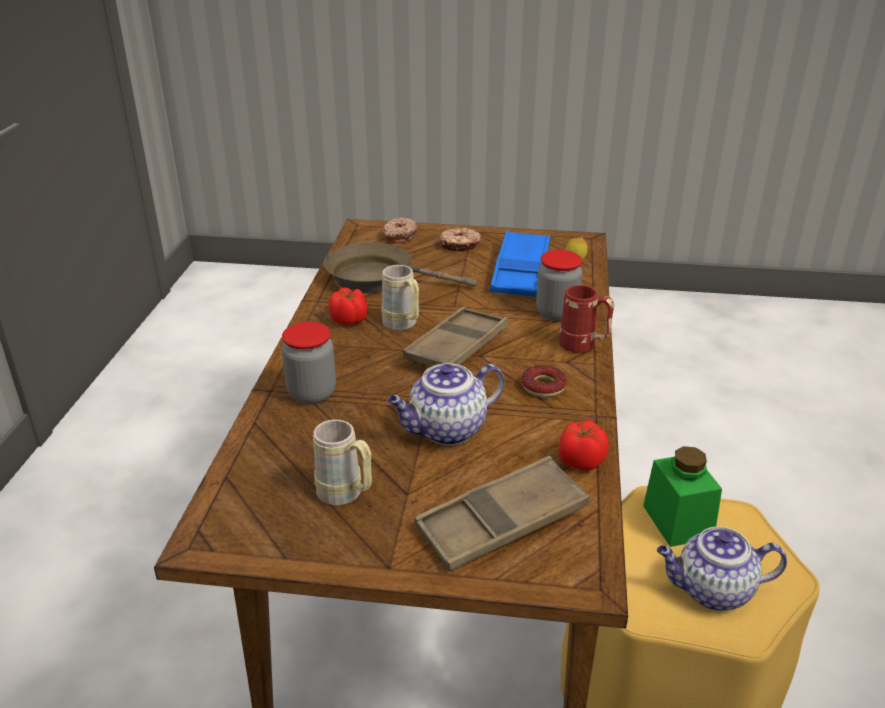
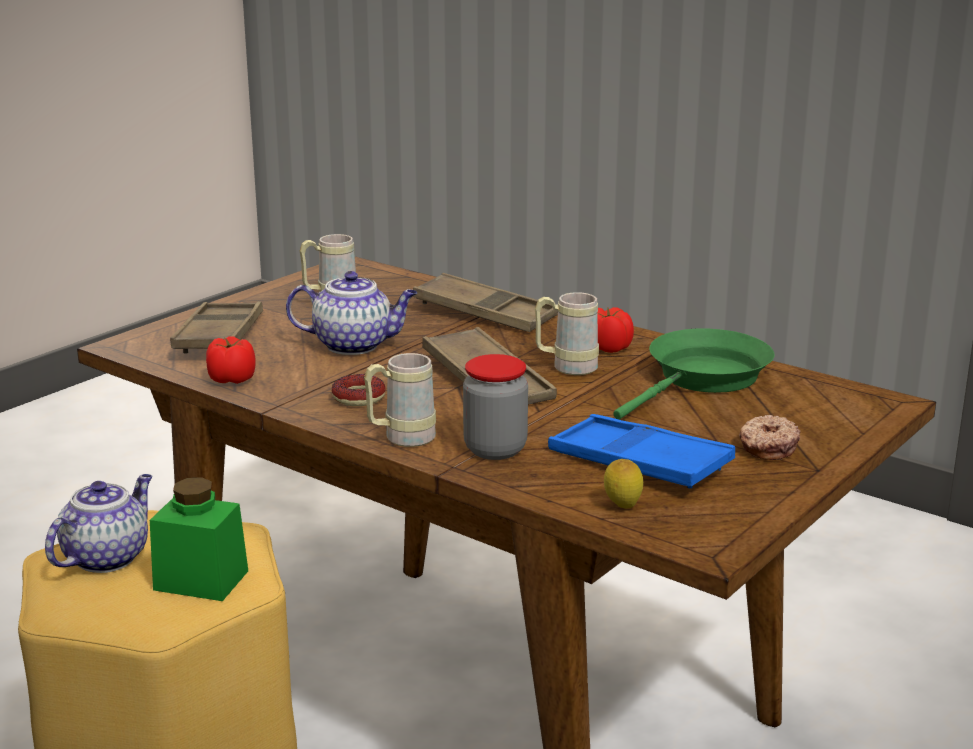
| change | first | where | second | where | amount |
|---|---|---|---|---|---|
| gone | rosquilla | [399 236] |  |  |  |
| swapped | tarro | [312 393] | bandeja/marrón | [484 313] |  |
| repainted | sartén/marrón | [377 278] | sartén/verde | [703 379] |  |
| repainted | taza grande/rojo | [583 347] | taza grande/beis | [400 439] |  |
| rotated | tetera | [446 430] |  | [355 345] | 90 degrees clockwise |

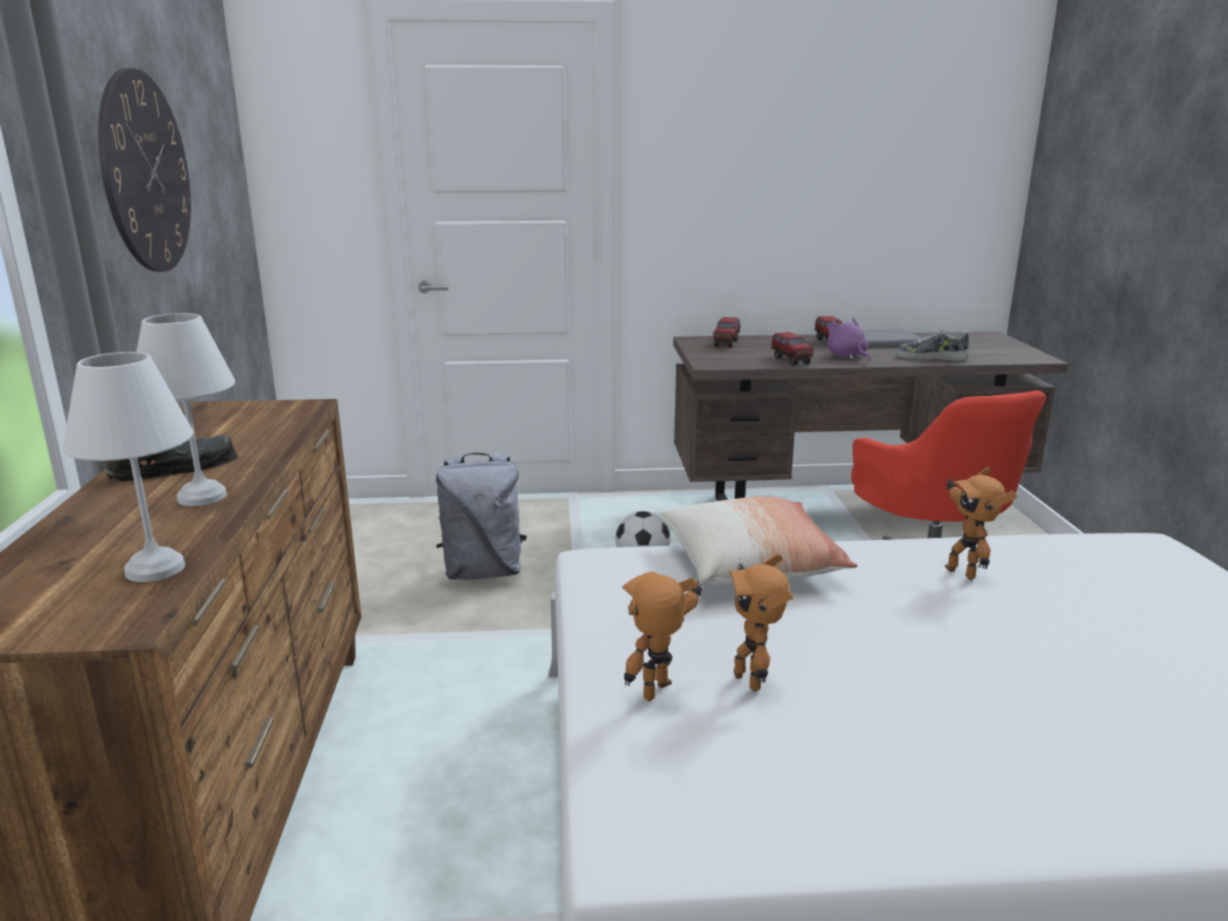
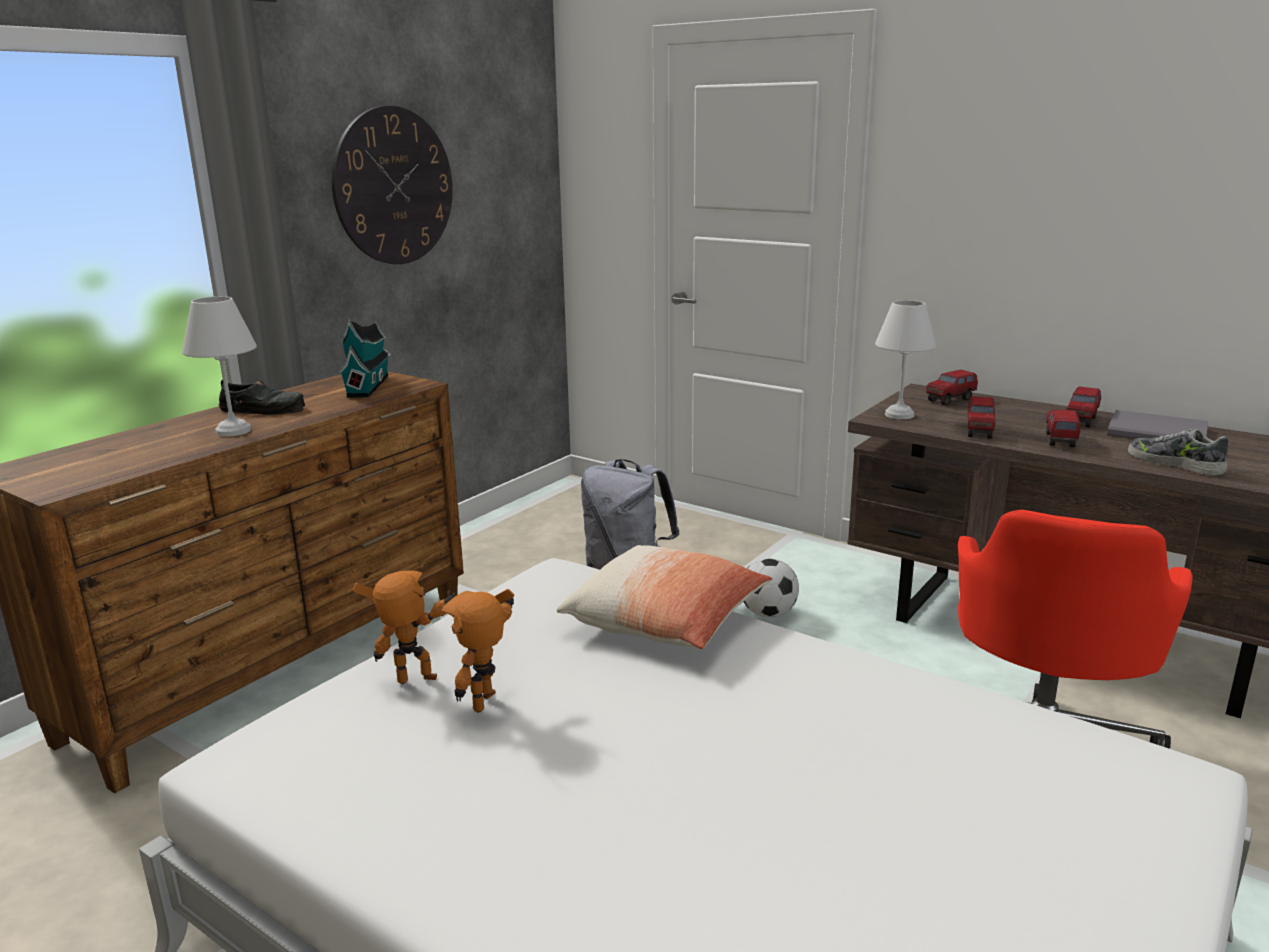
| change | first | where | second | where | amount |
|---|---|---|---|---|---|
| gone | robot de juguete | [963 572] |  |  |  |
| new |  |  | casita | [369 385] |  |
| shifted | lámpara de mesa/blanco | [152 569] |  | [898 414] |  |
| swapped | peluche/morado | [847 357] | camión de juguete | [1059 441] |  |

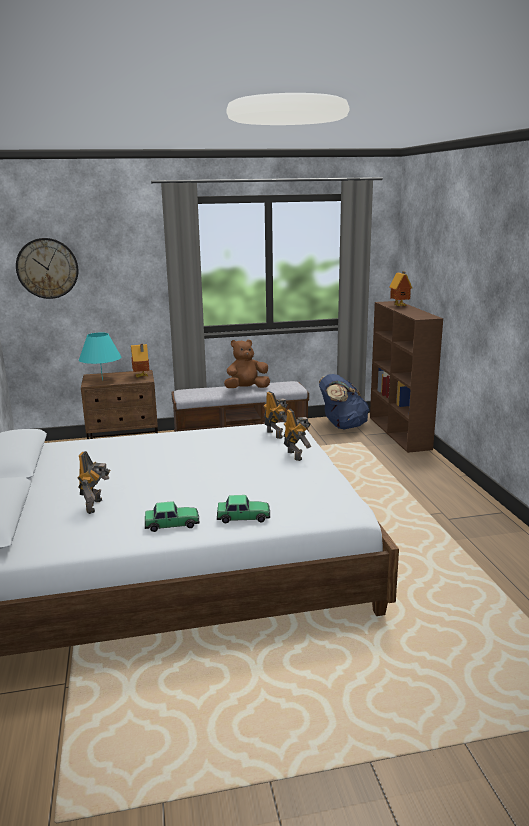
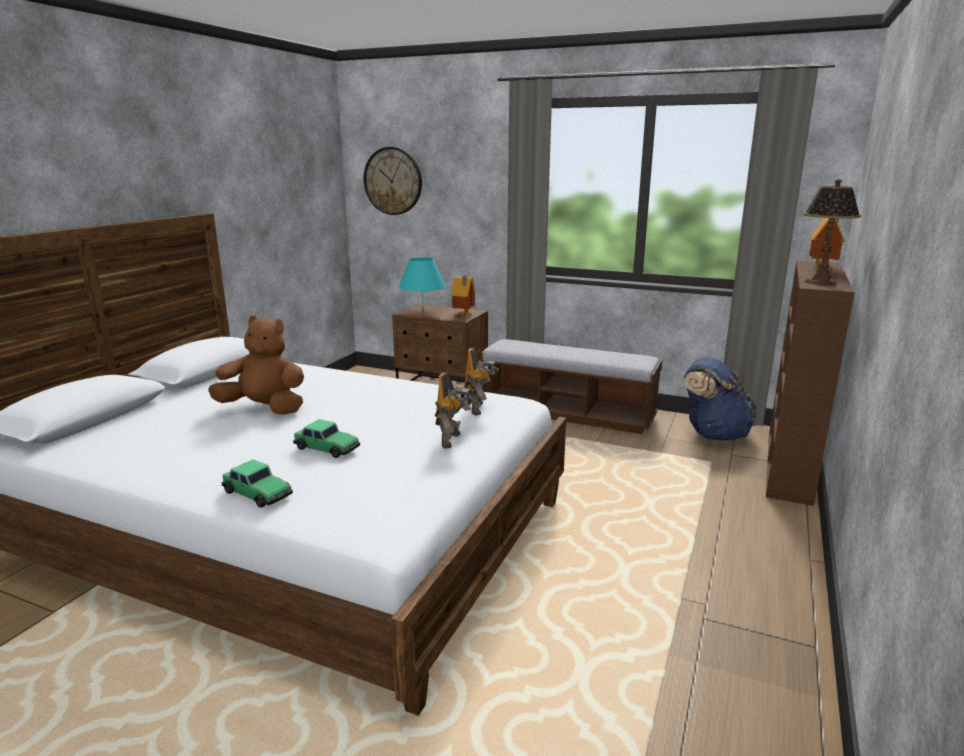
| change | first | where | second | where | amount |
|---|---|---|---|---|---|
| gone | robot de juguete | [96 506] |  |  |  |
| new |  |  | lámpara de mesa | [820 282] |  |
| shifted | coche de juguete | [172 524] |  | [327 448] |  |
| shifted | peluche/marrón | [246 389] |  | [264 409] |  |

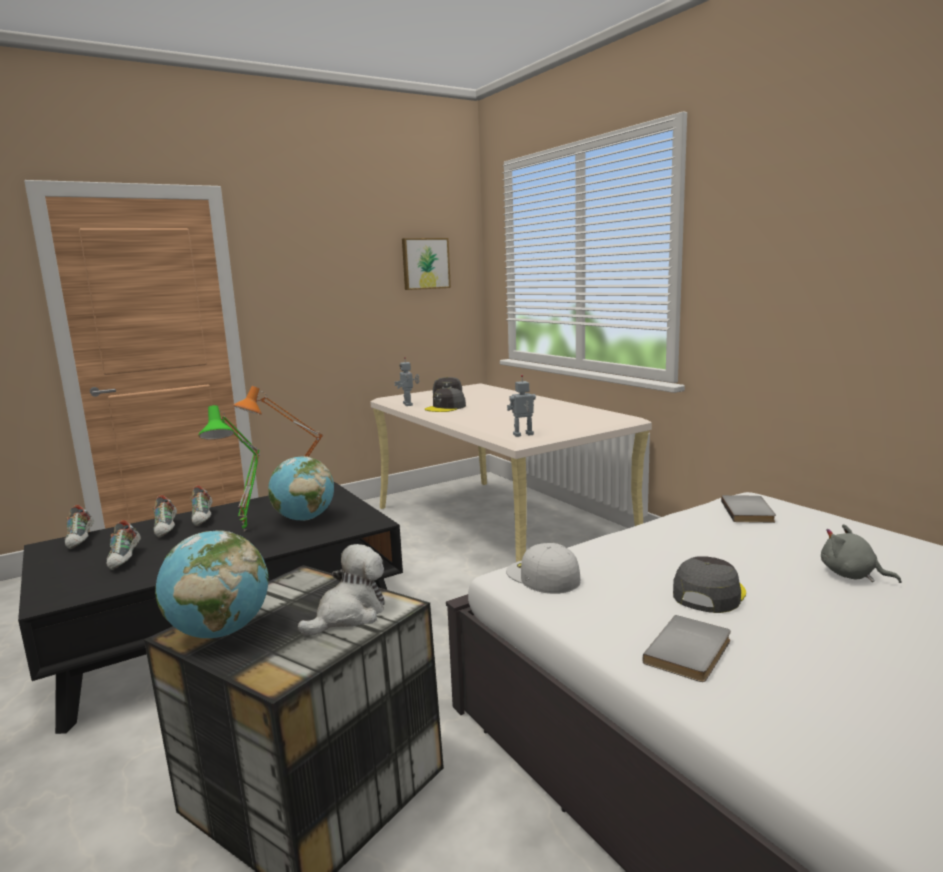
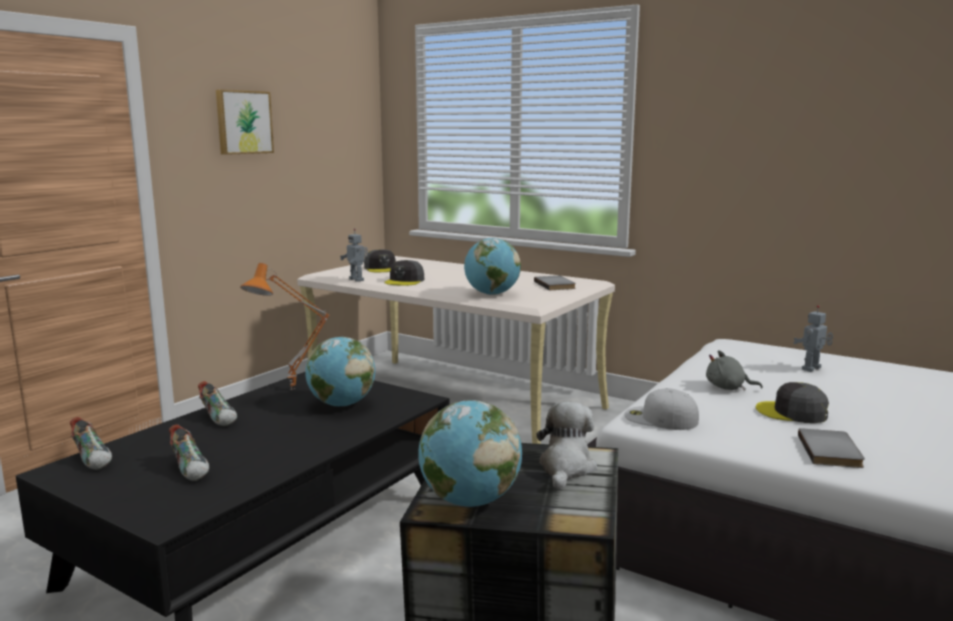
| change | first | where | second | where | amount |
|---|---|---|---|---|---|
| gone | zapato | [167 529] |  |  |  |
| gone | lámpara de mesa/verde | [247 531] |  |  |  |
| new |  |  | globo terráqueo | [491 294] |  |
| shifted | cuadro | [425 263] |  | [243 122] |  |
| shifted | robot de juguete | [523 435] |  | [812 369] |  |
| shifted | libro/gris | [749 511] |  | [556 285] |  |
| shifted | peluche/gris | [851 575] |  | [728 388] |  |
| rotated | gorra/gris | [708 593] |  | [792 413] | 75 degrees counterclockwise |

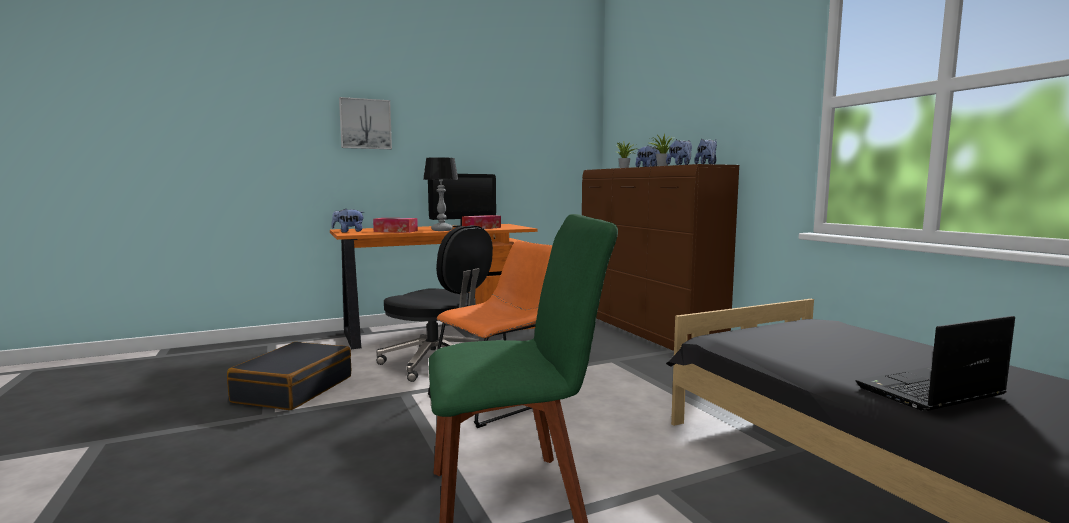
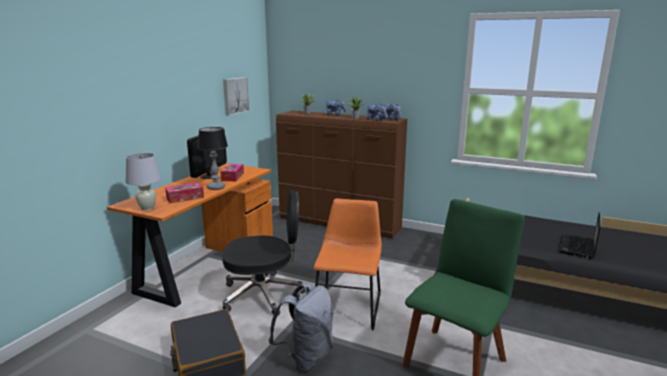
| change | first | where | second | where | amount |
|---|---|---|---|---|---|
| new |  |  | mochila/gris | [306 357] |  |
| shifted | cuadro | [365 124] |  | [235 95] |  |
| swapped | peluche | [348 232] | lámpara de mesa/blanco | [147 208] |  |

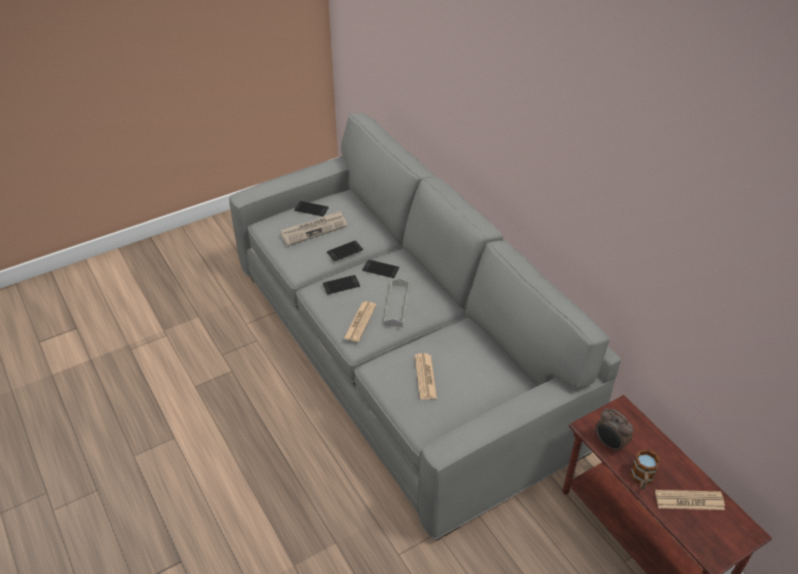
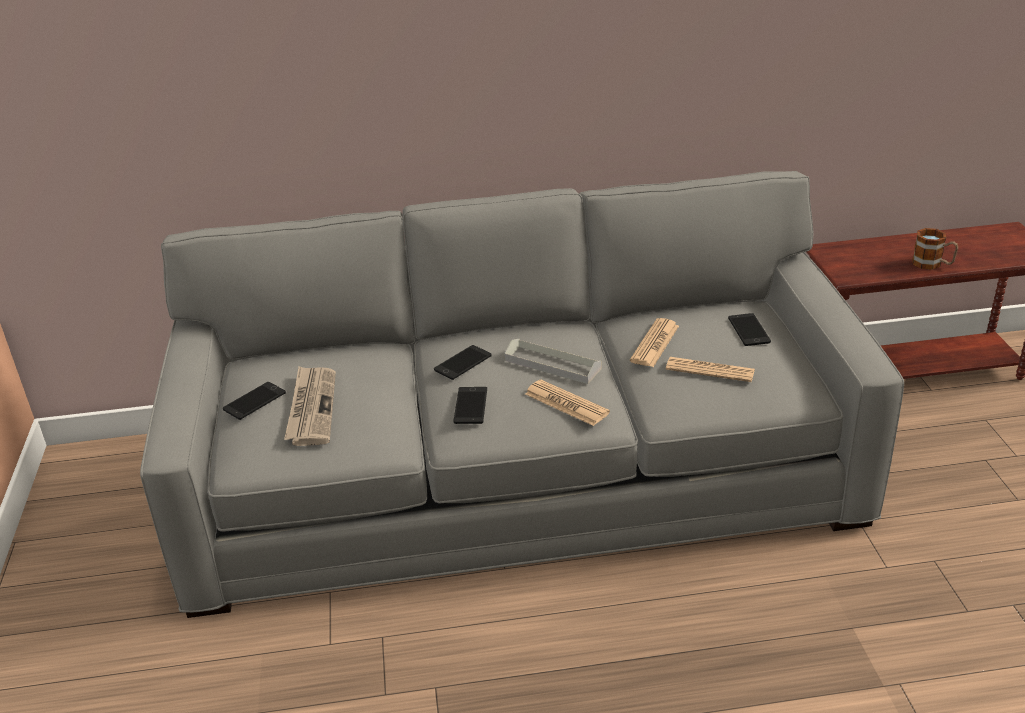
| change | first | where | second | where | amount |
|---|---|---|---|---|---|
| gone | despertador | [609 444] |  |  |  |
| shifted | móvil | [345 251] |  | [749 330] |  |
| shifted | periódico | [689 500] |  | [655 343] |  |

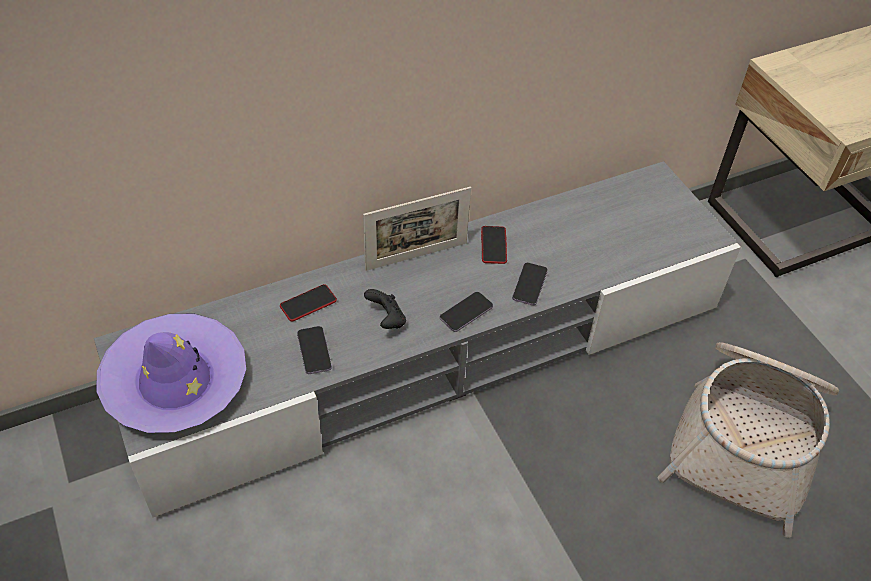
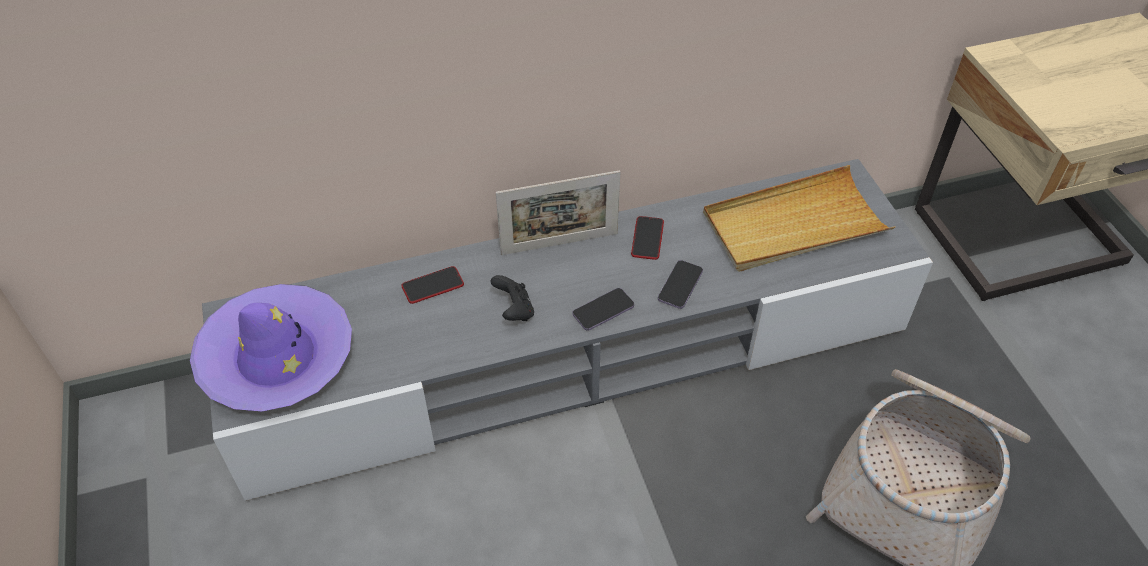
| change | first | where | second | where | amount |
|---|---|---|---|---|---|
| gone | móvil | [314 351] |  |  |  |
| new |  |  | bandeja/beis | [793 225] |  |

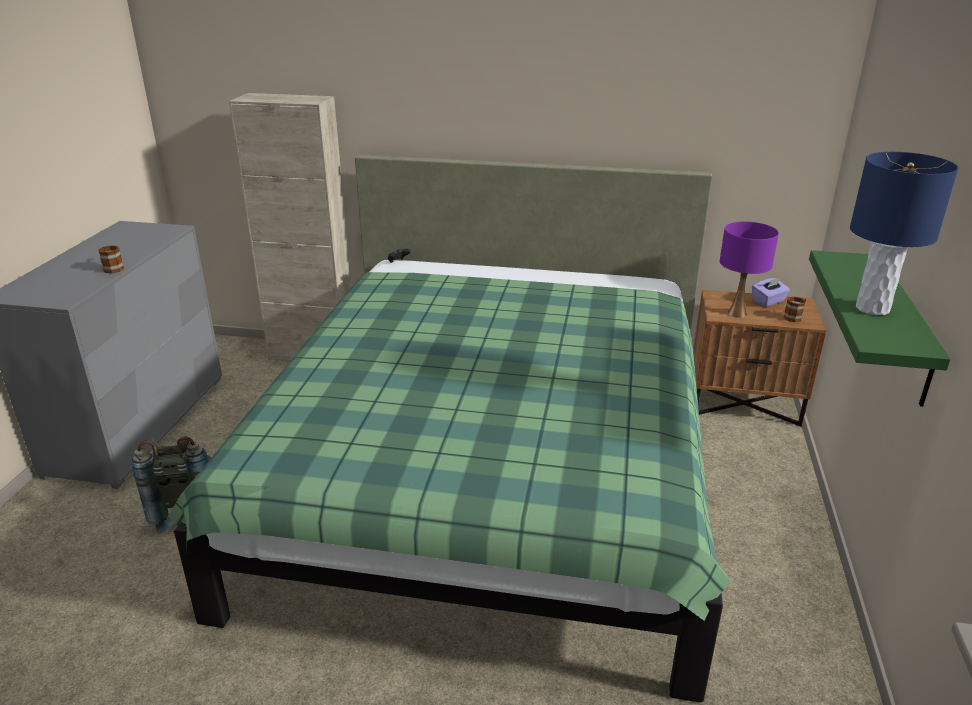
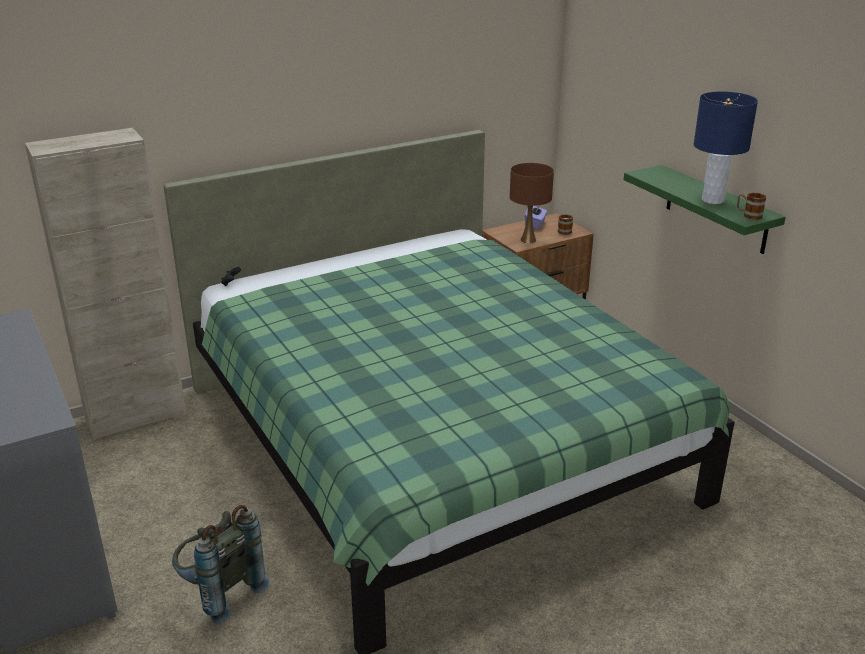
| change | first | where | second | where | amount |
|---|---|---|---|---|---|
| shifted | taza grande | [114 267] |  | [748 215] |  |
| repainted | lámpara de mesa/morado | [736 313] | lámpara de mesa/marrón | [528 240] |  |

